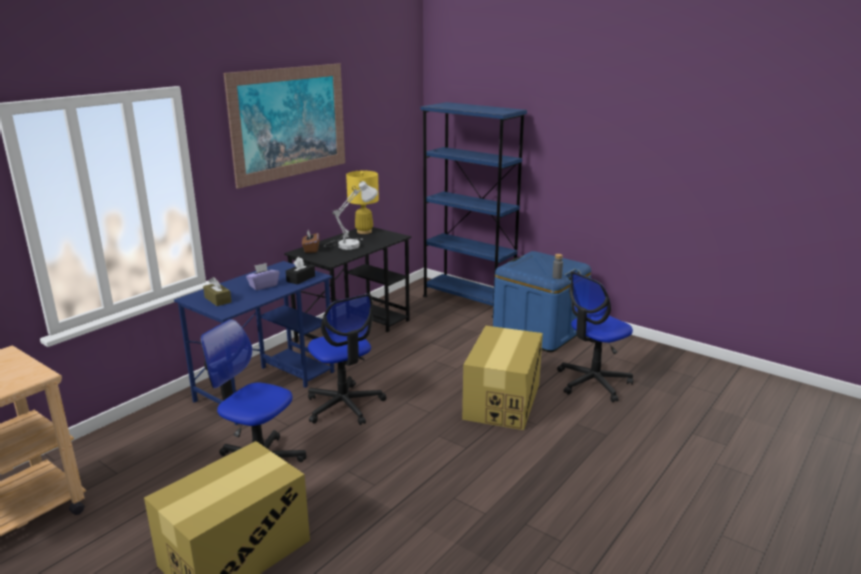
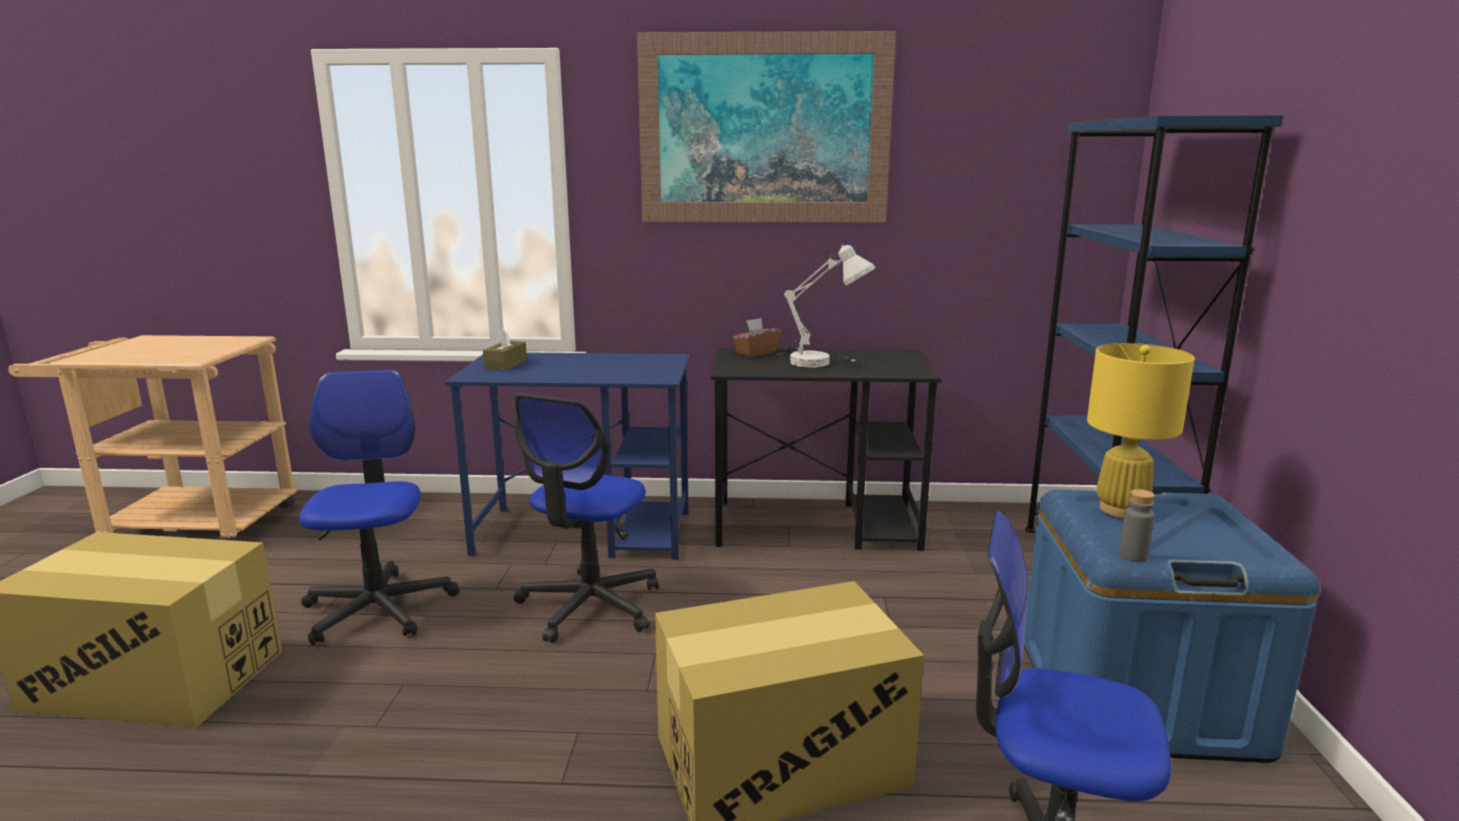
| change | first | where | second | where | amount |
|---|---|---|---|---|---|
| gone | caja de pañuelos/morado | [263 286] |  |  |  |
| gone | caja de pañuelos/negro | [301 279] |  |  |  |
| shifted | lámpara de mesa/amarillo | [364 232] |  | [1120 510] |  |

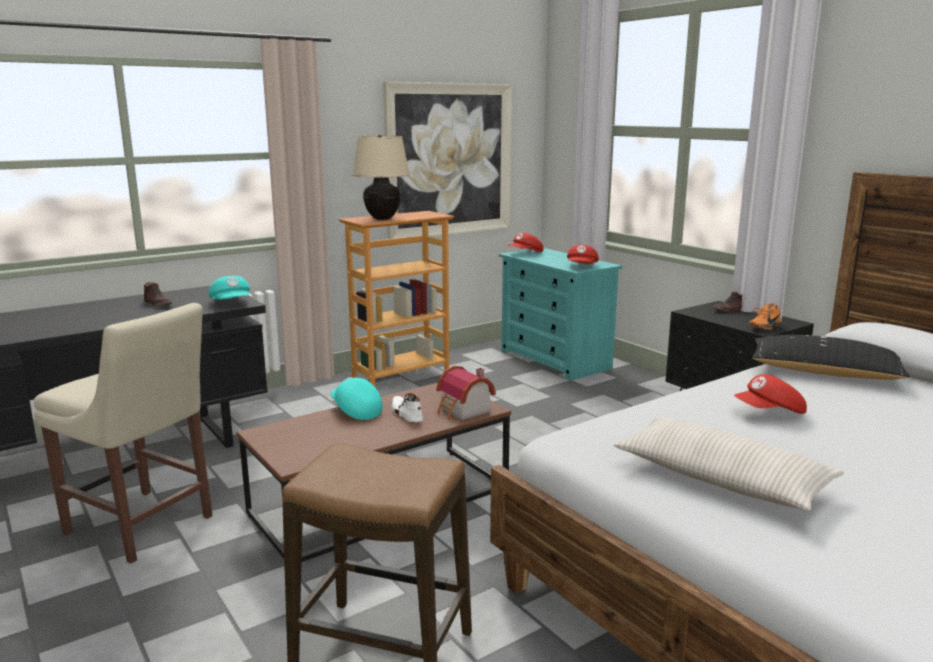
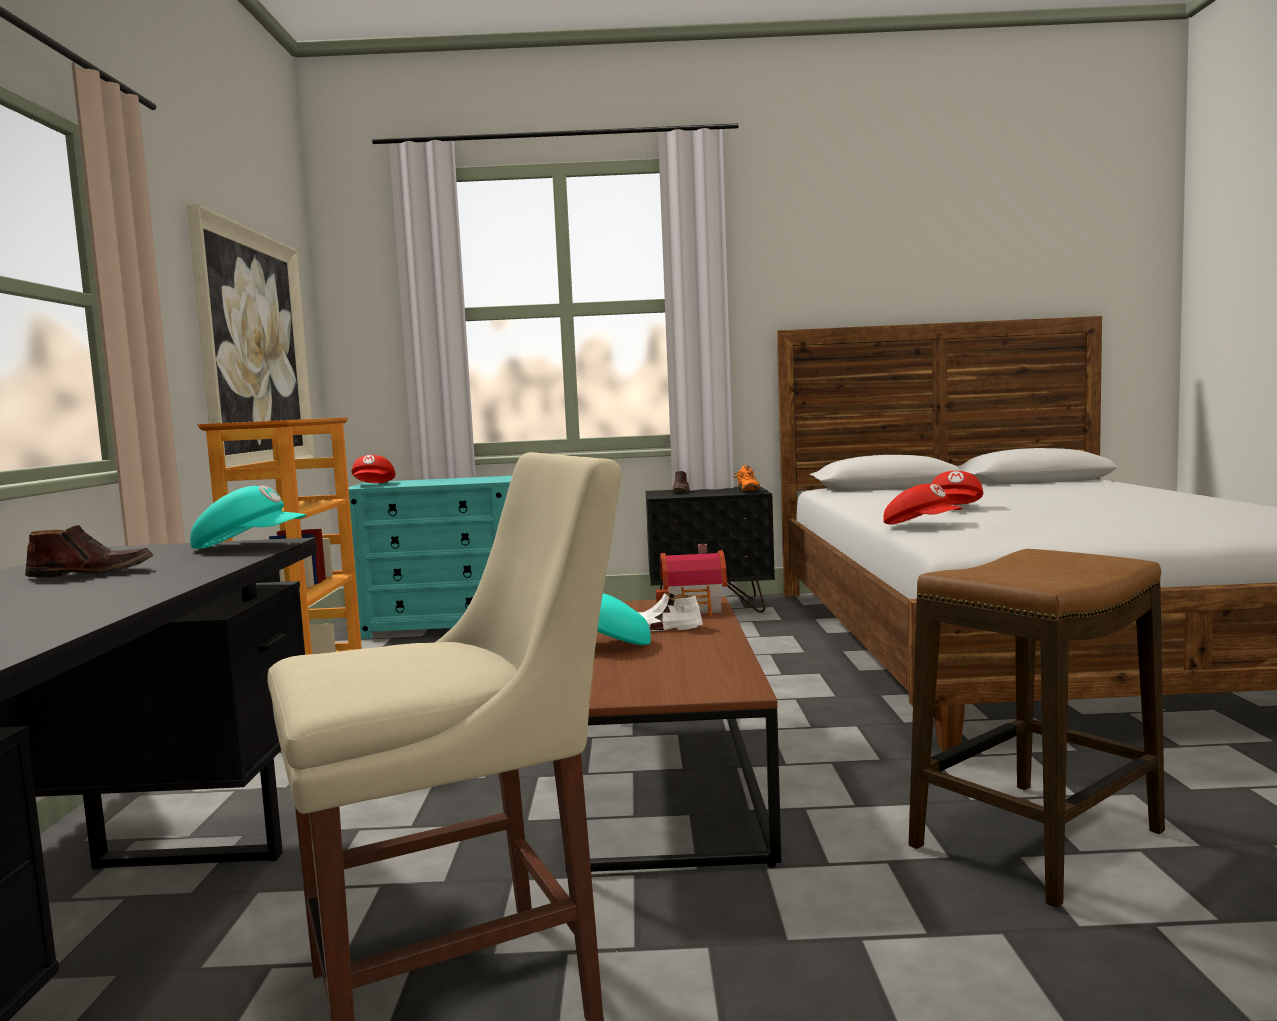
| change | first | where | second | where | amount |
|---|---|---|---|---|---|
| gone | lámpara de mesa/beis | [382 218] |  |  |  |
| gone | cojín/beis | [721 479] |  |  |  |
| gone | cojín/negro | [824 372] |  |  |  |
| shifted | gorra/rojo | [582 267] |  | [922 526] |  |

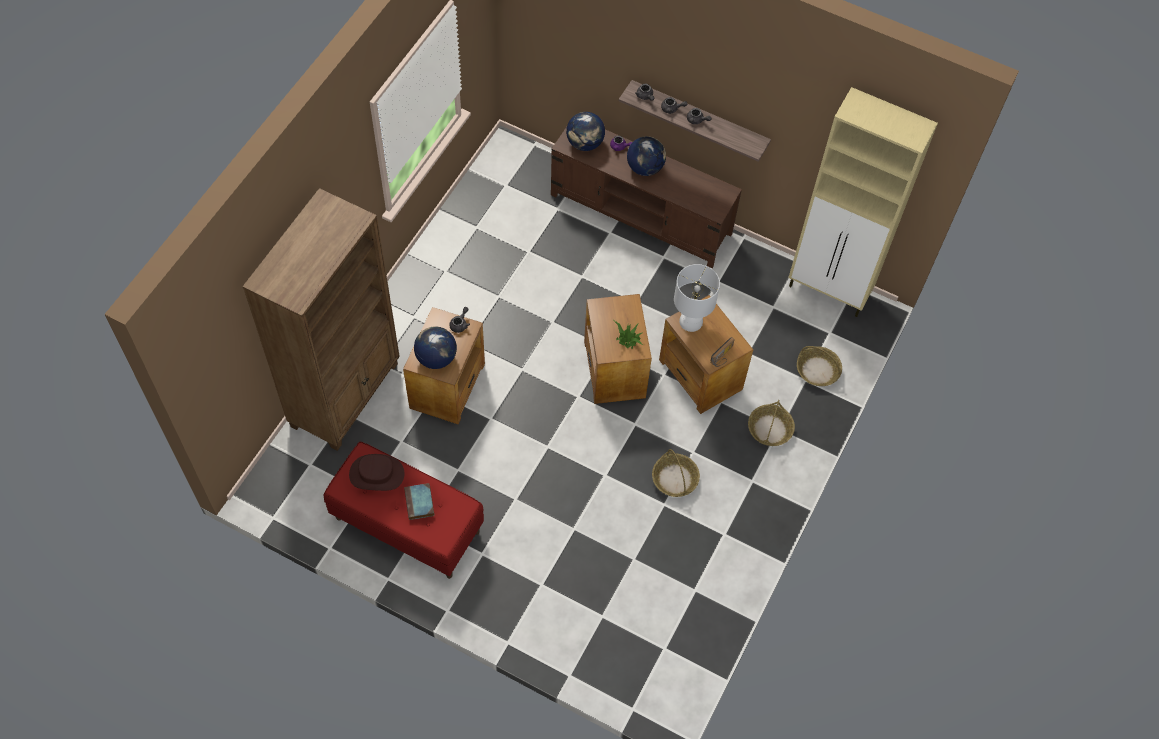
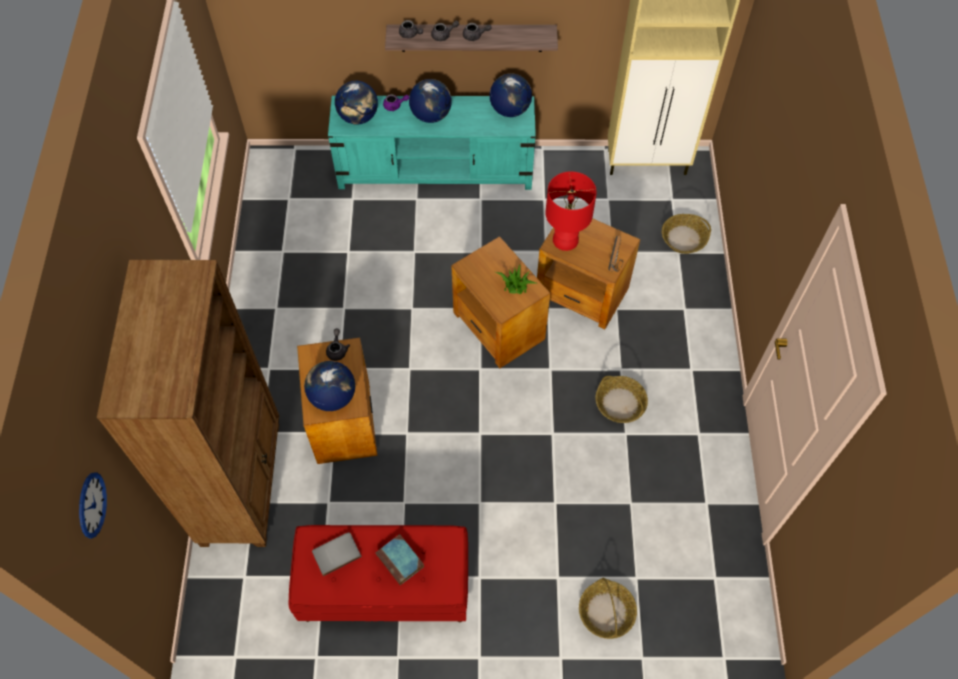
| change | first | where | second | where | amount |
|---|---|---|---|---|---|
| new |  |  | reloj de pared | [91 505] |  |
| new |  |  | globo terráqueo | [510 109] |  |
| shifted | cesta | [769 429] |  | [606 612] |  |
| swapped | sombrero/marrón | [377 474] | libro/gris | [336 553] |  |
| repainted | mueble de televisión/marrón | [641 215] | mueble de televisión/turquesa | [436 170] |  |
| repainted | lámpara de mesa/blanco | [691 322] | lámpara de mesa/rojo | [565 240] |  |

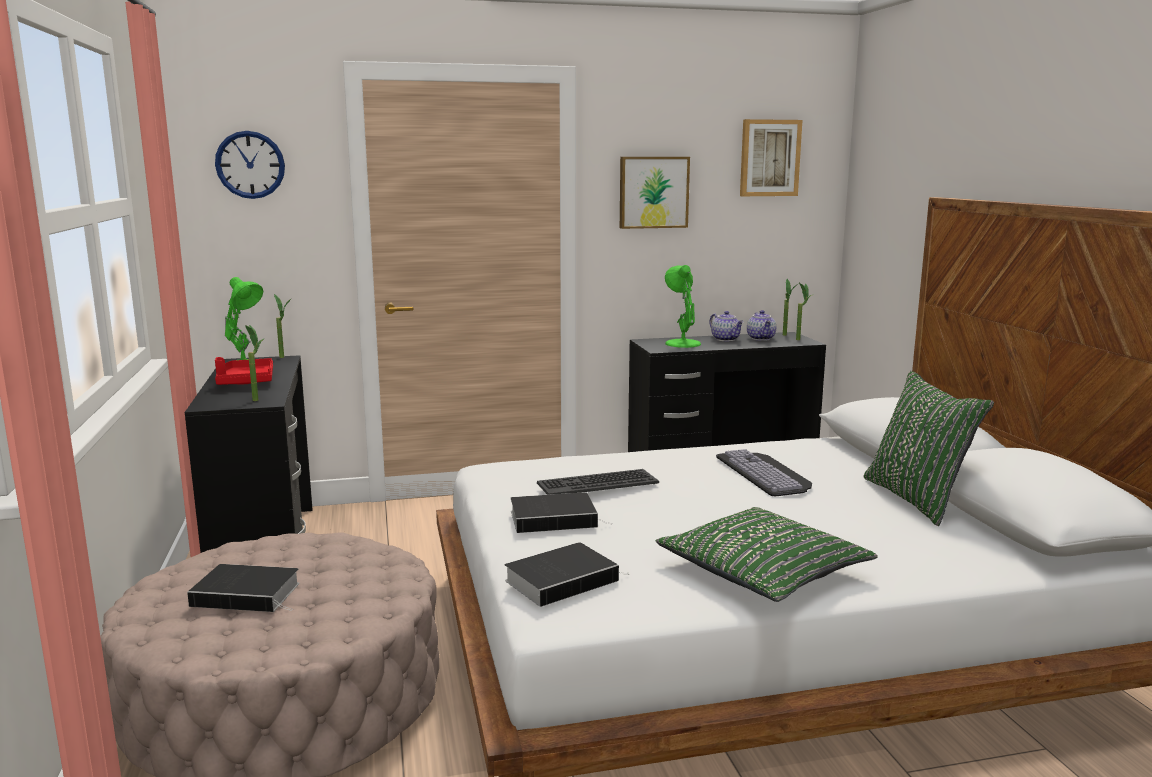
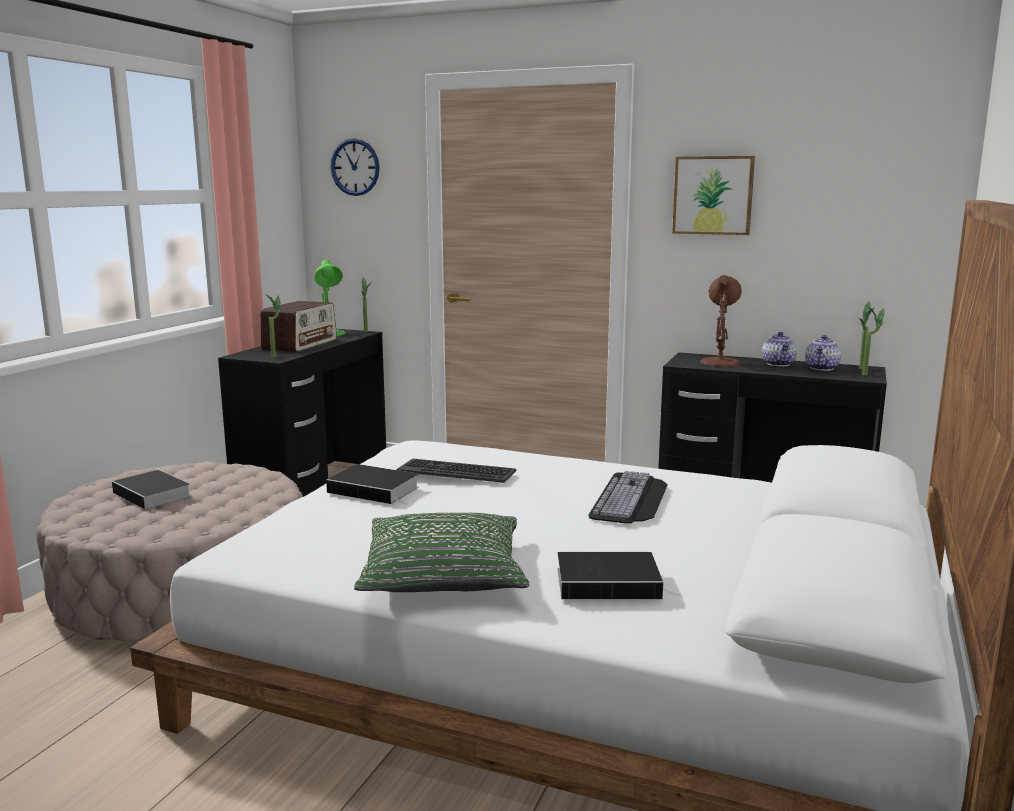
| change | first | where | second | where | amount |
|---|---|---|---|---|---|
| gone | cuadro | [769 158] |  |  |  |
| gone | cojín/verde | [917 499] |  |  |  |
| shifted | libro | [563 579] |  | [611 582] |  |
| swapped | bandeja/rojo | [246 382] | radio | [300 344] |  |
| repainted | lámpara de mesa/verde | [682 343] | lámpara de mesa/marrón | [720 362] |  |

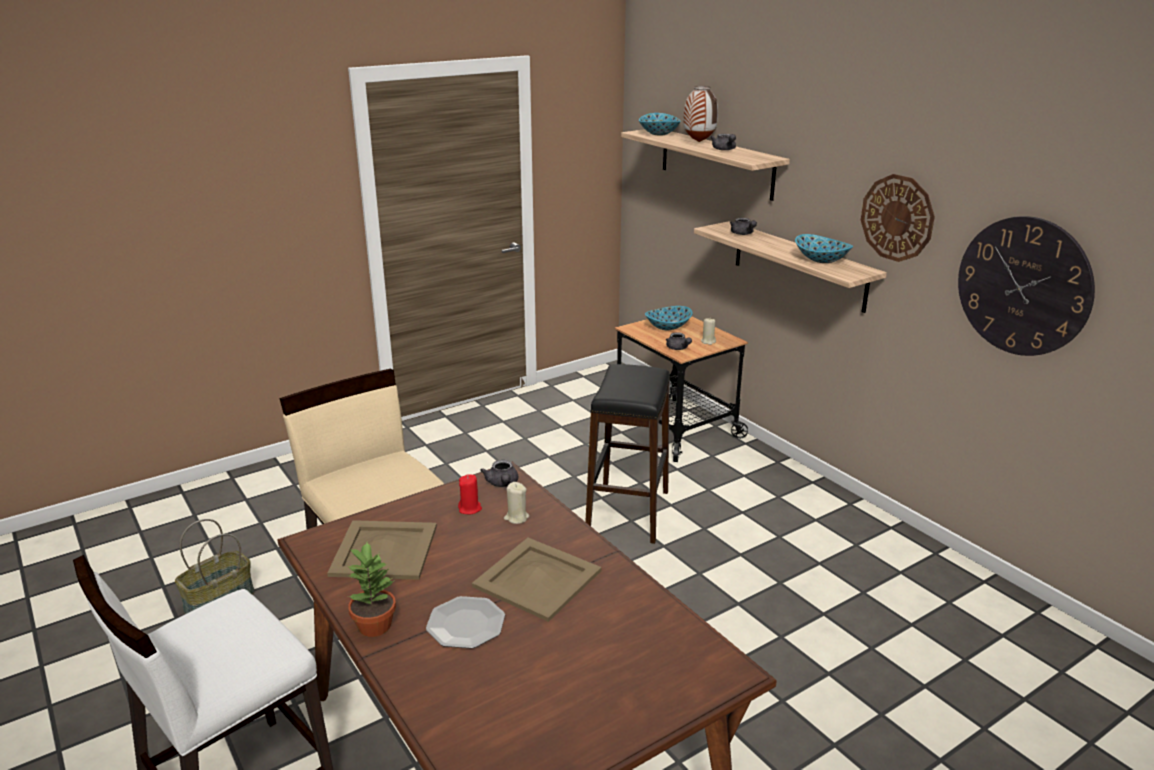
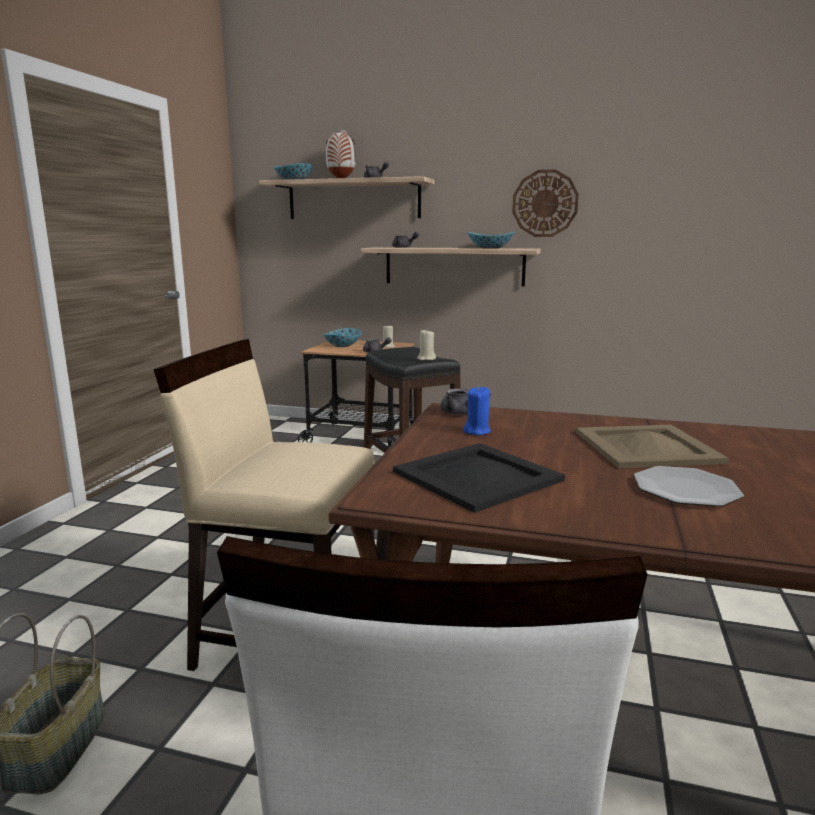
| change | first | where | second | where | amount |
|---|---|---|---|---|---|
| gone | planta en maceta | [374 625] |  |  |  |
| gone | reloj de pared | [1023 286] |  |  |  |
| shifted | vela/beis | [516 517] |  | [426 359] |  |
| repainted | bandeja/beis | [383 551] | bandeja/negro | [477 477] |  |
| repainted | vela/rojo | [470 508] | vela/azul | [477 431] |  |

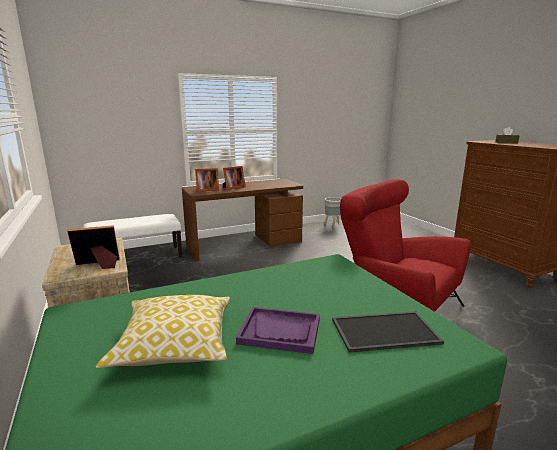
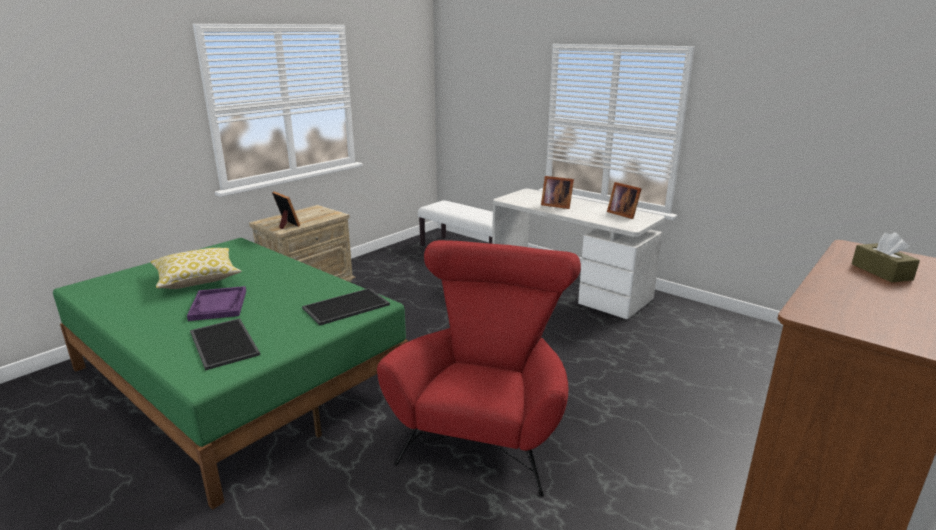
| change | first | where | second | where | amount |
|---|---|---|---|---|---|
| gone | maceta/gris | [332 225] |  |  |  |
| new |  |  | bandeja | [346 307] |  |
| shifted | portarretratos | [206 190] |  | [622 214] |  |
| repainted | escritorio/marrón | [244 244] | escritorio/blanco | [569 287] |  |

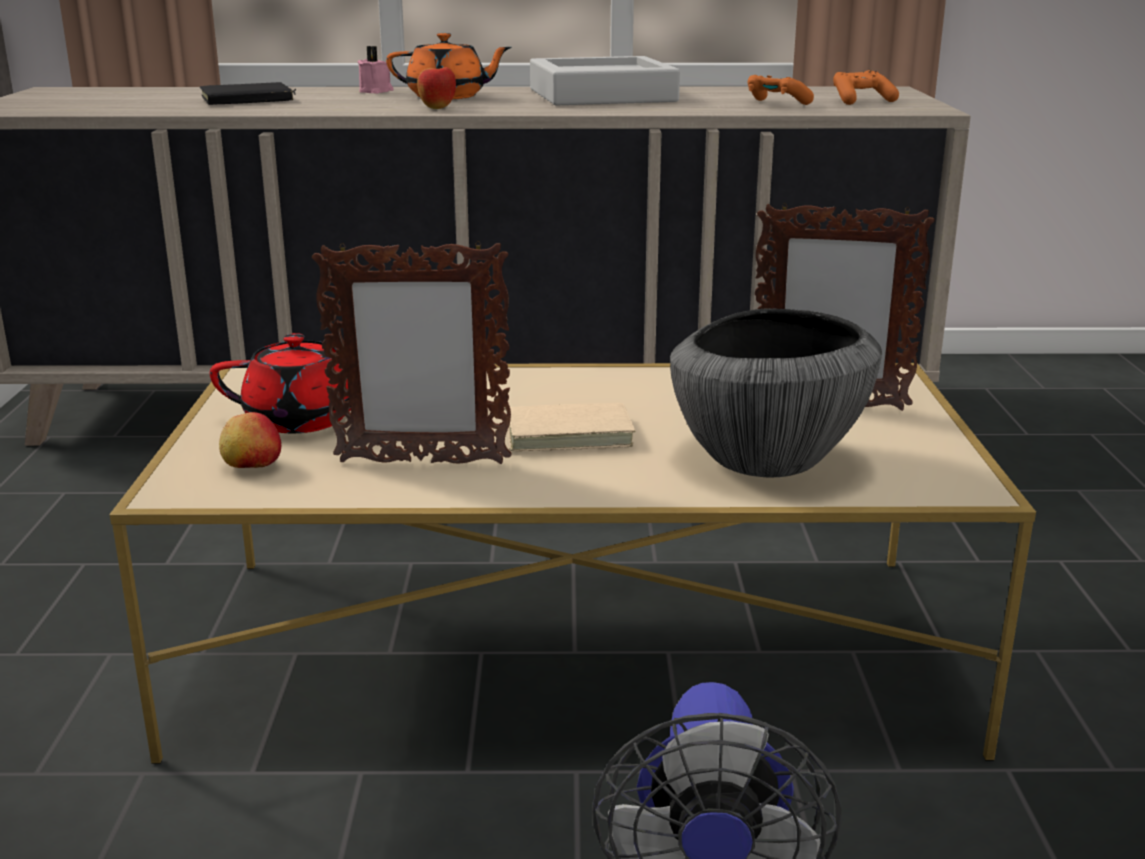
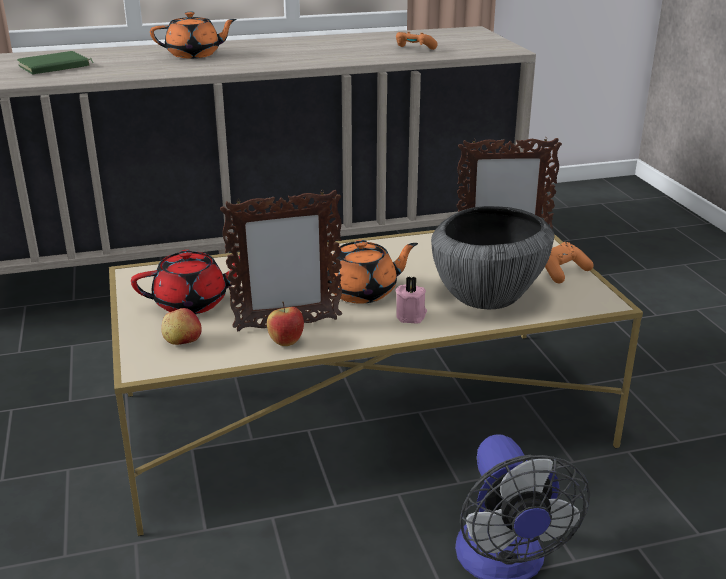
| change | first | where | second | where | amount |
|---|---|---|---|---|---|
| gone | bandeja/gris | [602 95] |  |  |  |
| shifted | vela/rosa | [376 91] |  | [412 315] |  |
| shifted | manzana | [437 108] |  | [286 343] |  |
| shifted | mando de consola/naranja | [861 101] |  | [562 272] |  |
| swapped | libro/beis | [568 432] | tetera/naranja | [363 292] |  |
| repainted | libro/negro | [247 100] | libro/verde | [54 67] |  |

